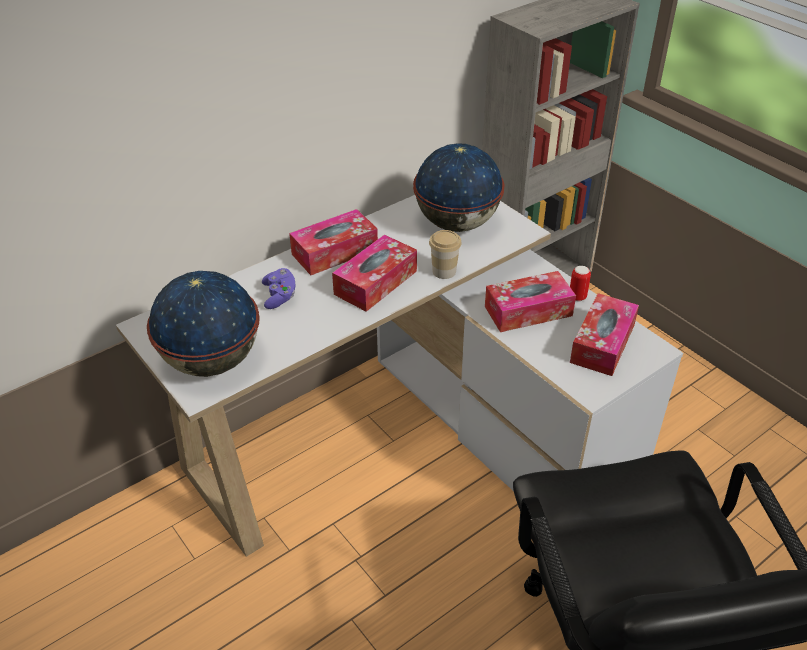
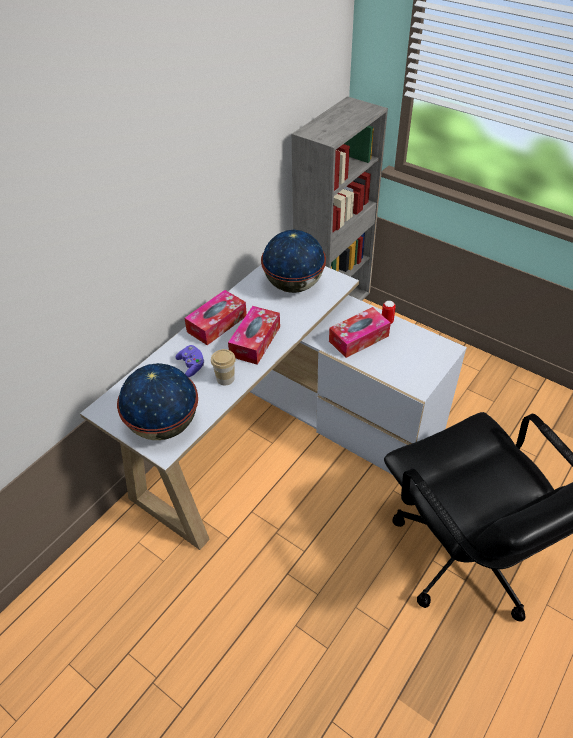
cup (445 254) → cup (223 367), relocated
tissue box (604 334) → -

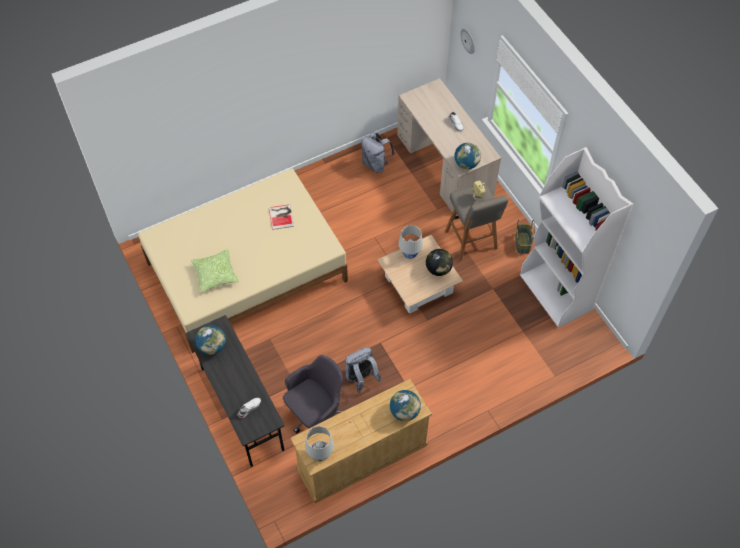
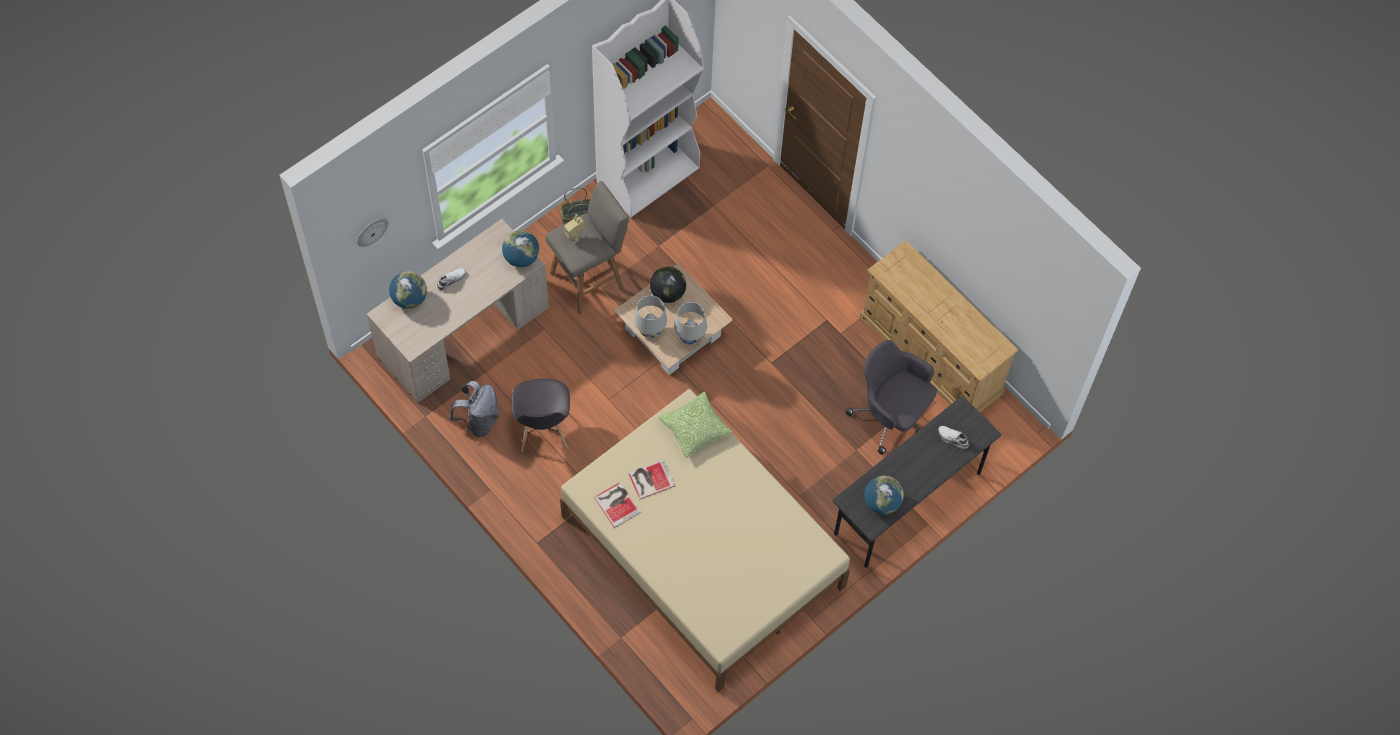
globe (405 405) → globe (408 290), relocated
- → grey chair (540 415)
- → book (617 505)
pillow (215 271) → pillow (695 425), relocated
white table lamp (319 443) → white table lamp (690 323), relocated
grey backpack (363 370) → -

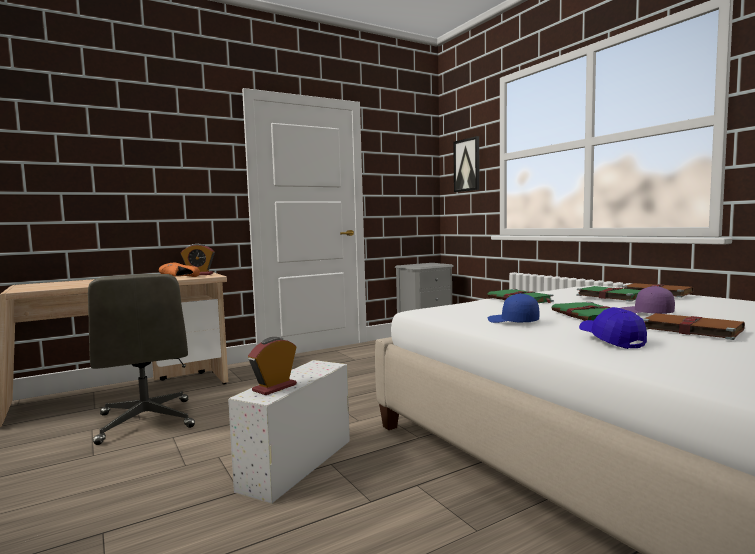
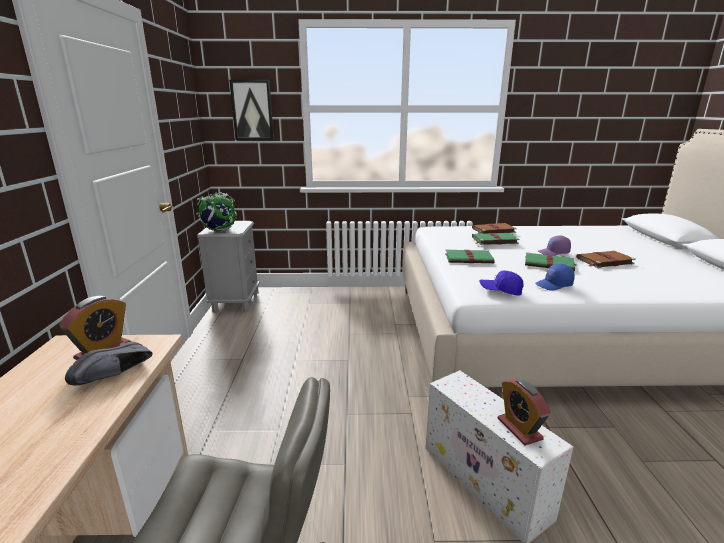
orange shoe (179 270) → black shoe (109 363)
- → globe (216 212)
blue cap (613 328) → blue cap (501 283), relocated

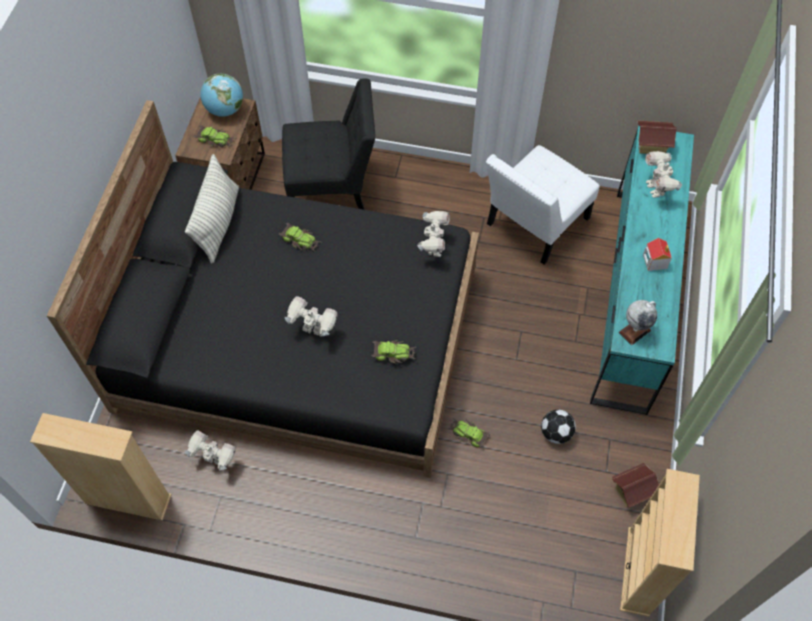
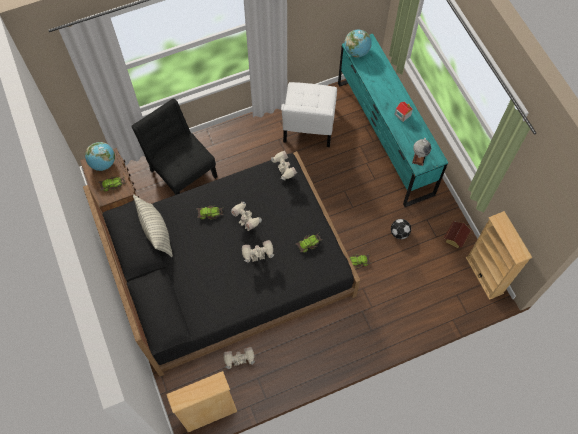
black chair (329 144) → black chair (174 146), 90 degrees counterclockwise
toy robot (663 174) → toy robot (246 216), relocated
toy house (657 137) → globe (358 43)

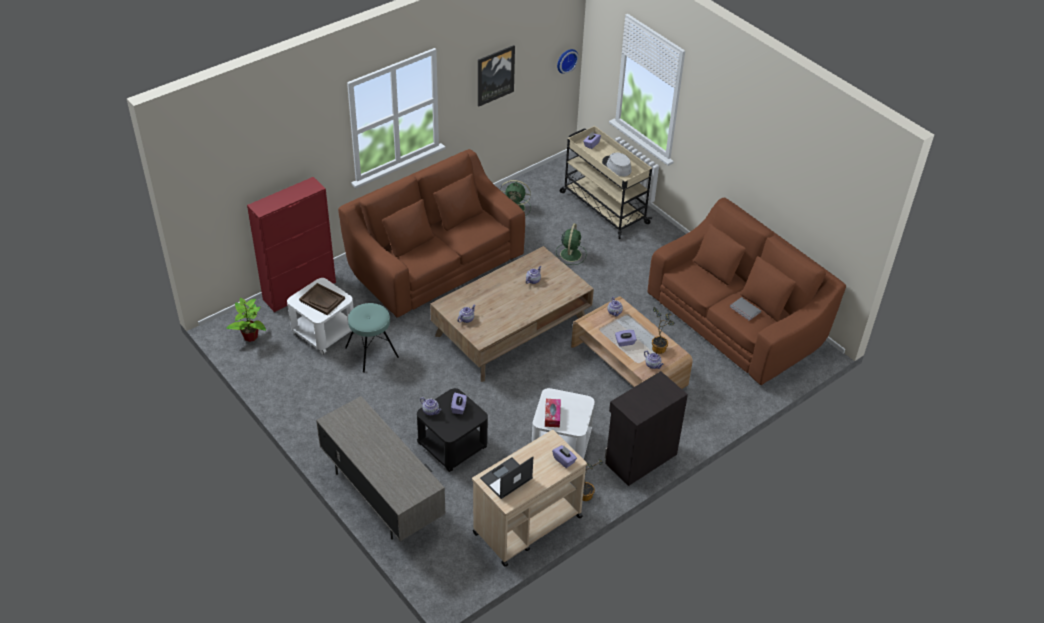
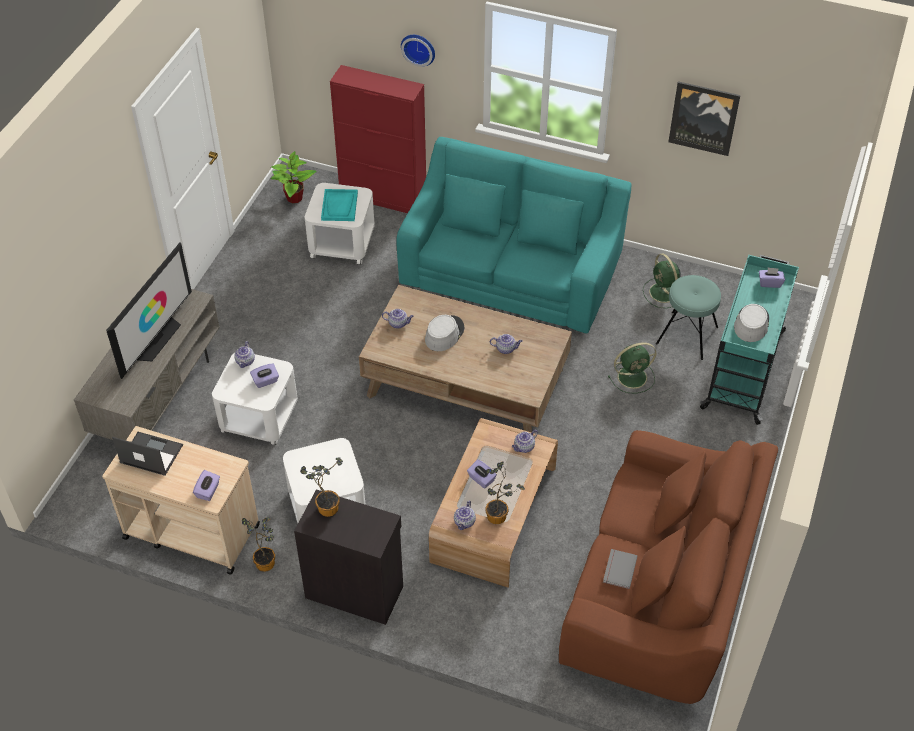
- → television (149 310)
black side table (452 430) → white side table (255 399)
- → potted plant (321 487)
brown tray (322 299) → turquoise tray (339 205)
brown sofa (431 233) → turquoise sofa (514 235)
wall clock (568 61) → wall clock (418 51), relocated
- → grey hat (444 333)
turquoise stool (372 338) → turquoise stool (688 317), relocated
beige cart (606 182) → turquoise cart (749 340)
tissue box (553 413) → -

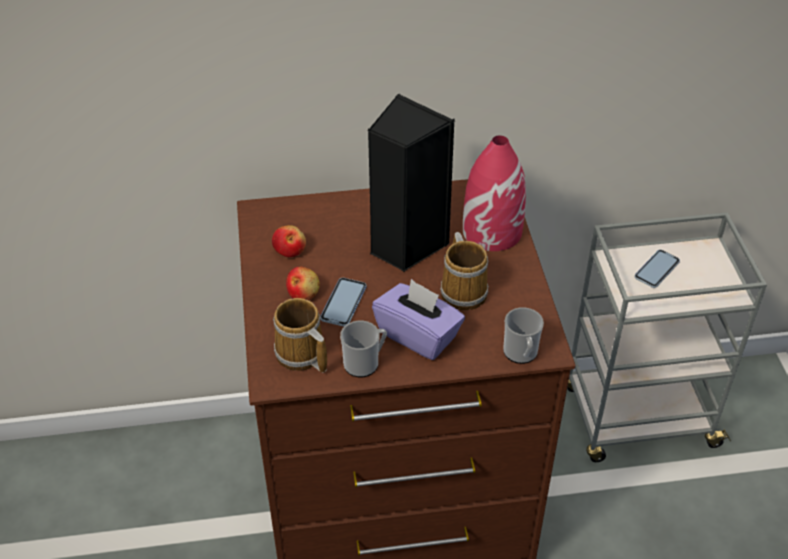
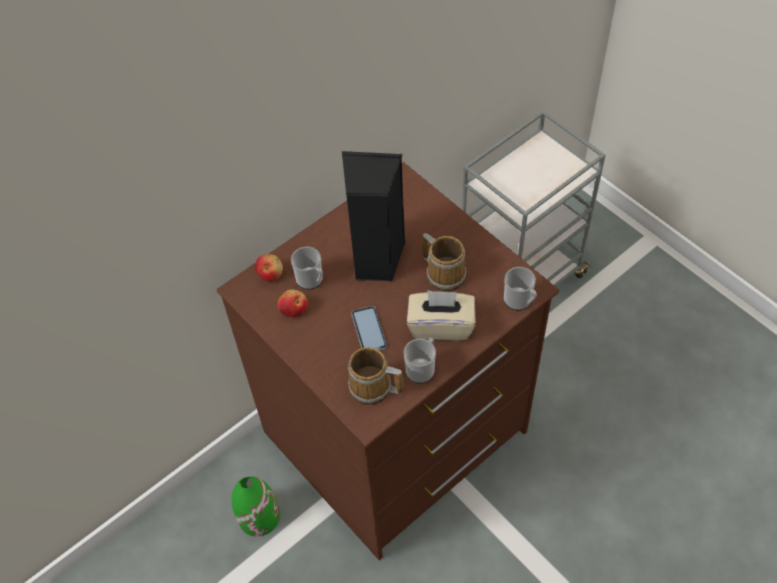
- → green vase (256 507)
apple (303 283) → apple (269 268), relocated
- → mug (307 268)
purple tissue box (418 319) → beige tissue box (441 315)
red vase (494 193) → -
phone (657 269) → -

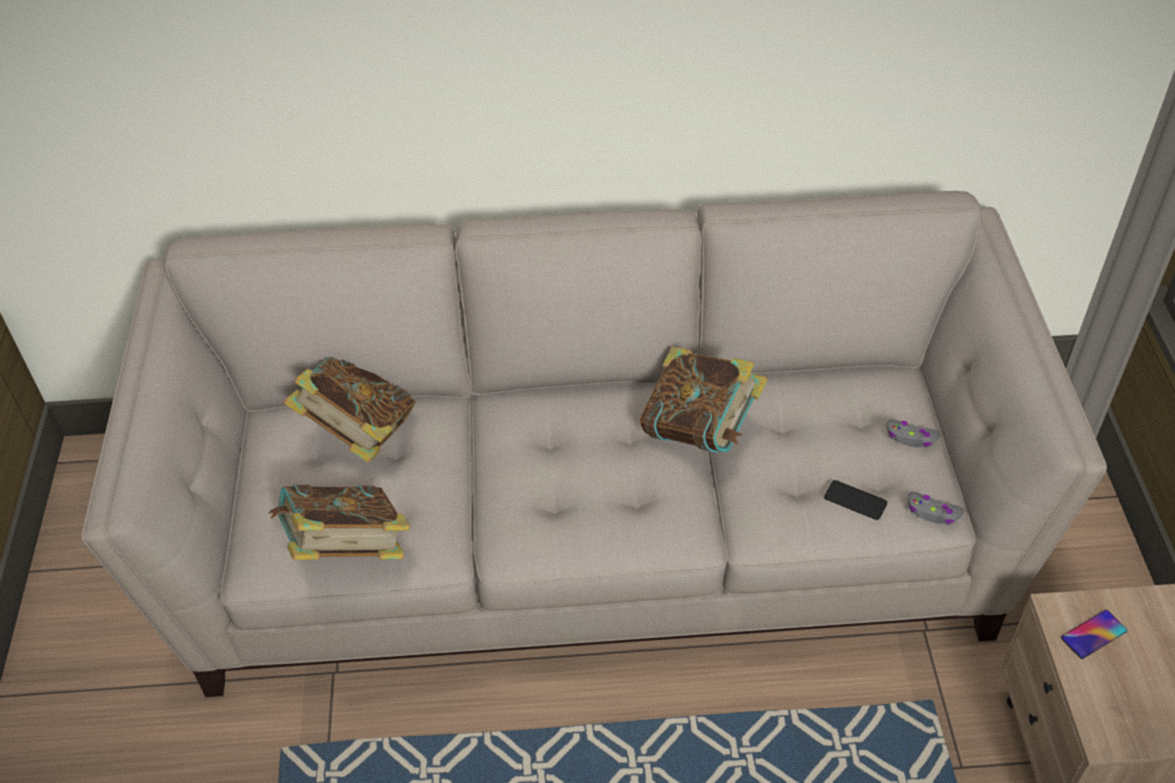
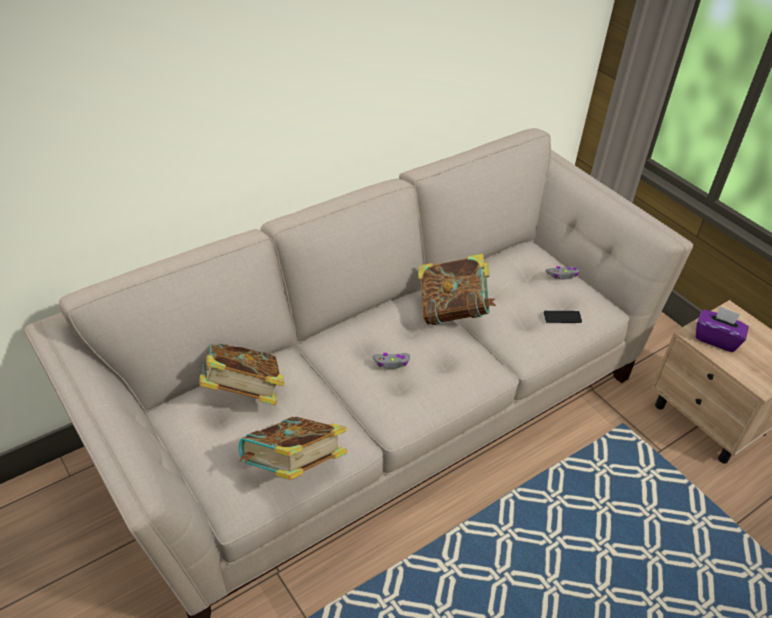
grey game controller (936 508) → grey game controller (391 361), relocated
phone (1094 634) → purple tissue box (722 329)

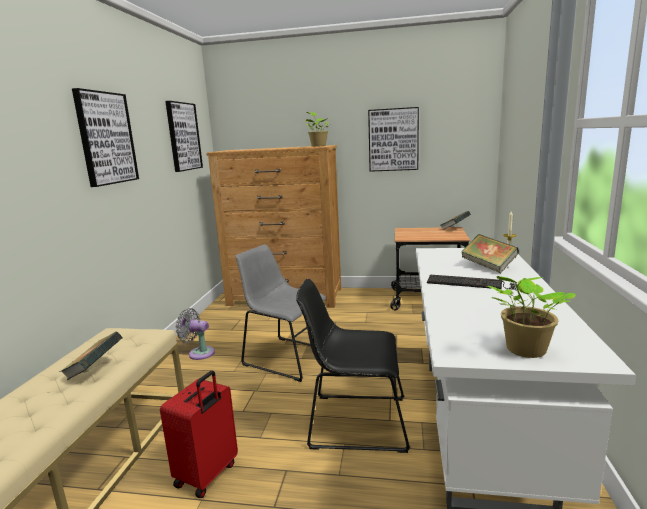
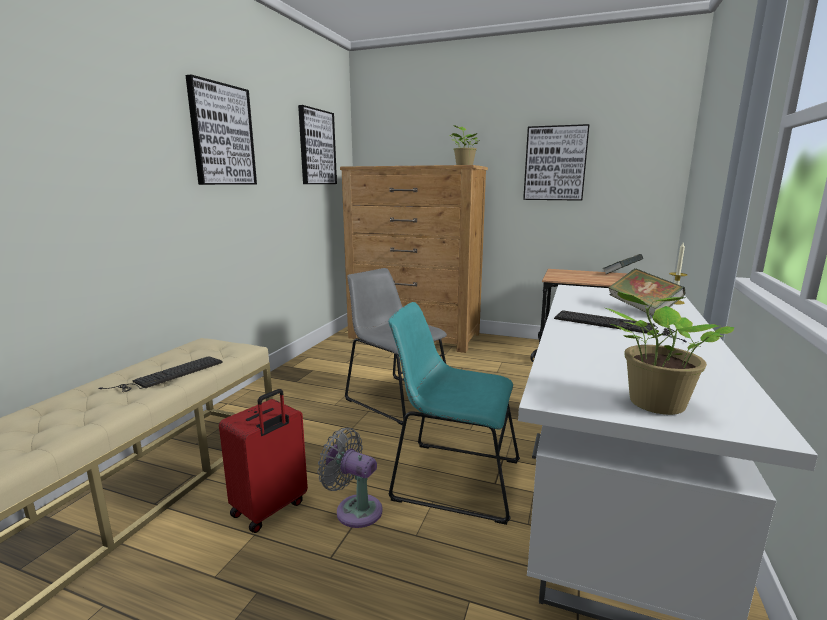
book (91 355) → keyboard (160 374)
grey fan (195 334) → grey fan (350 478), relocated
black chair (353 365) → turquoise chair (454 413)

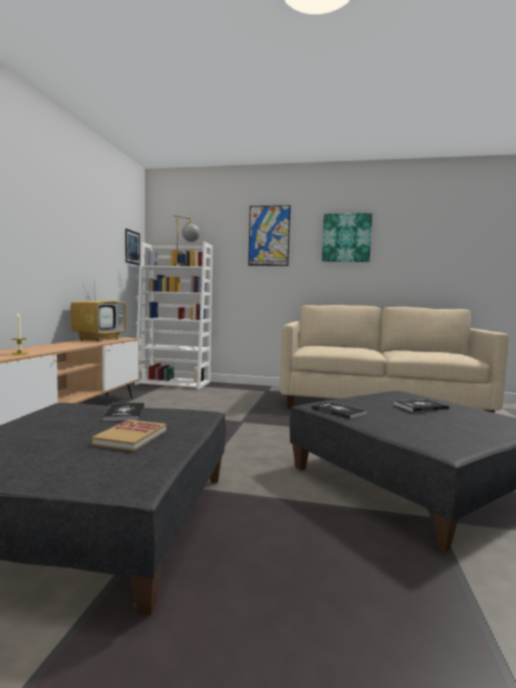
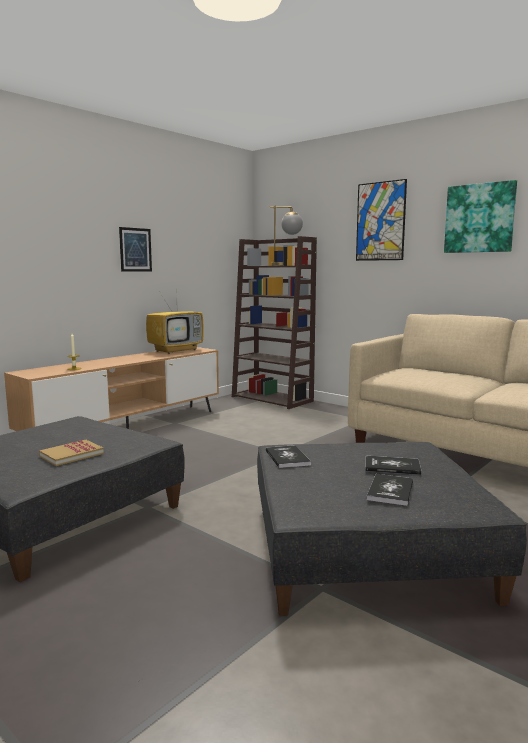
picture (132 246) → picture (135 249), relocated
white bookcase (174 315) → brown bookcase (274 322)
book (124 412) → book (390 490), relocated

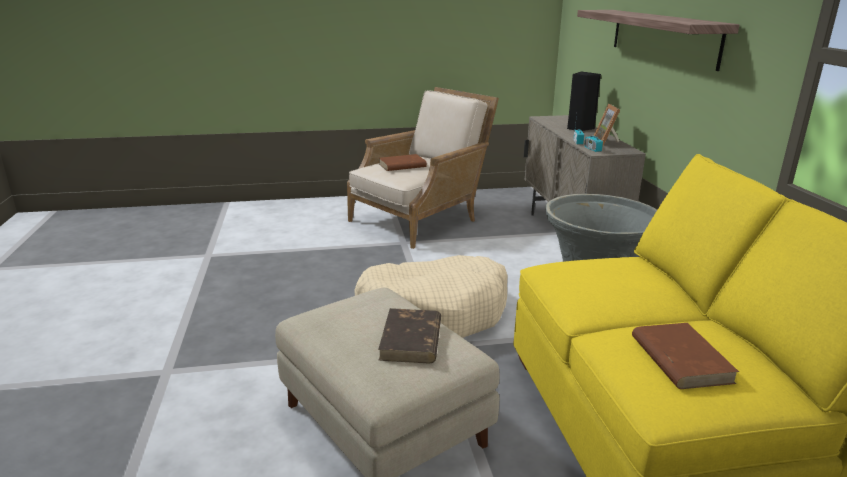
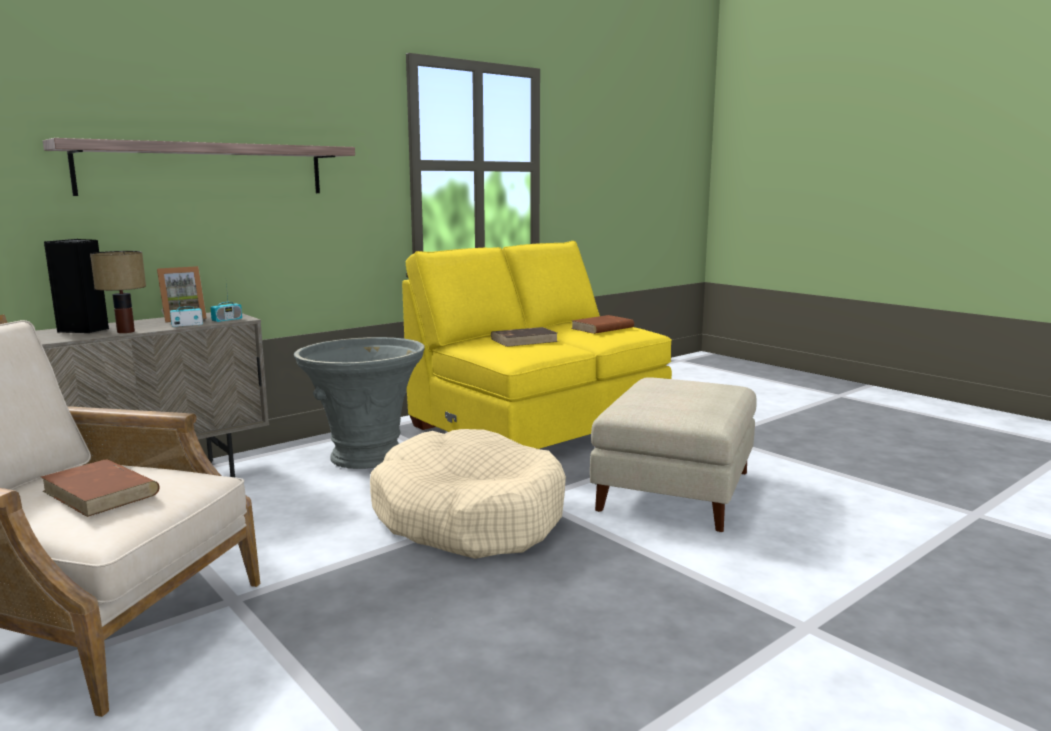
- → table lamp (118 292)
brown book (409 336) → brown book (524 337), relocated

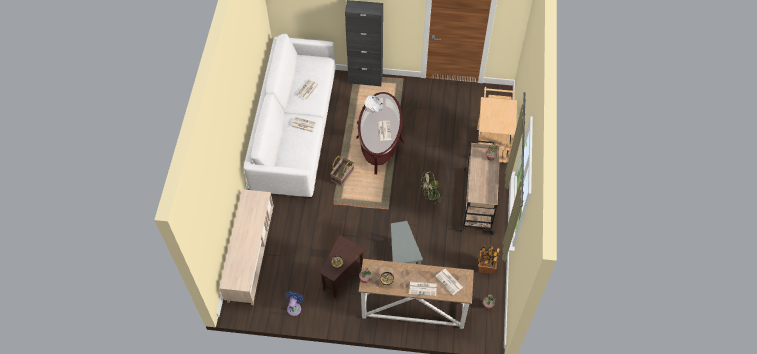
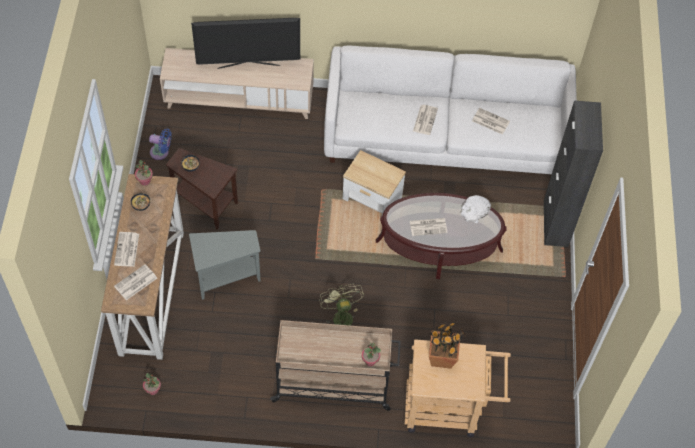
- → television (245 43)
basket (342 171) → side table (374 183)
potted plant (489 259) → potted plant (447 345), relocated

